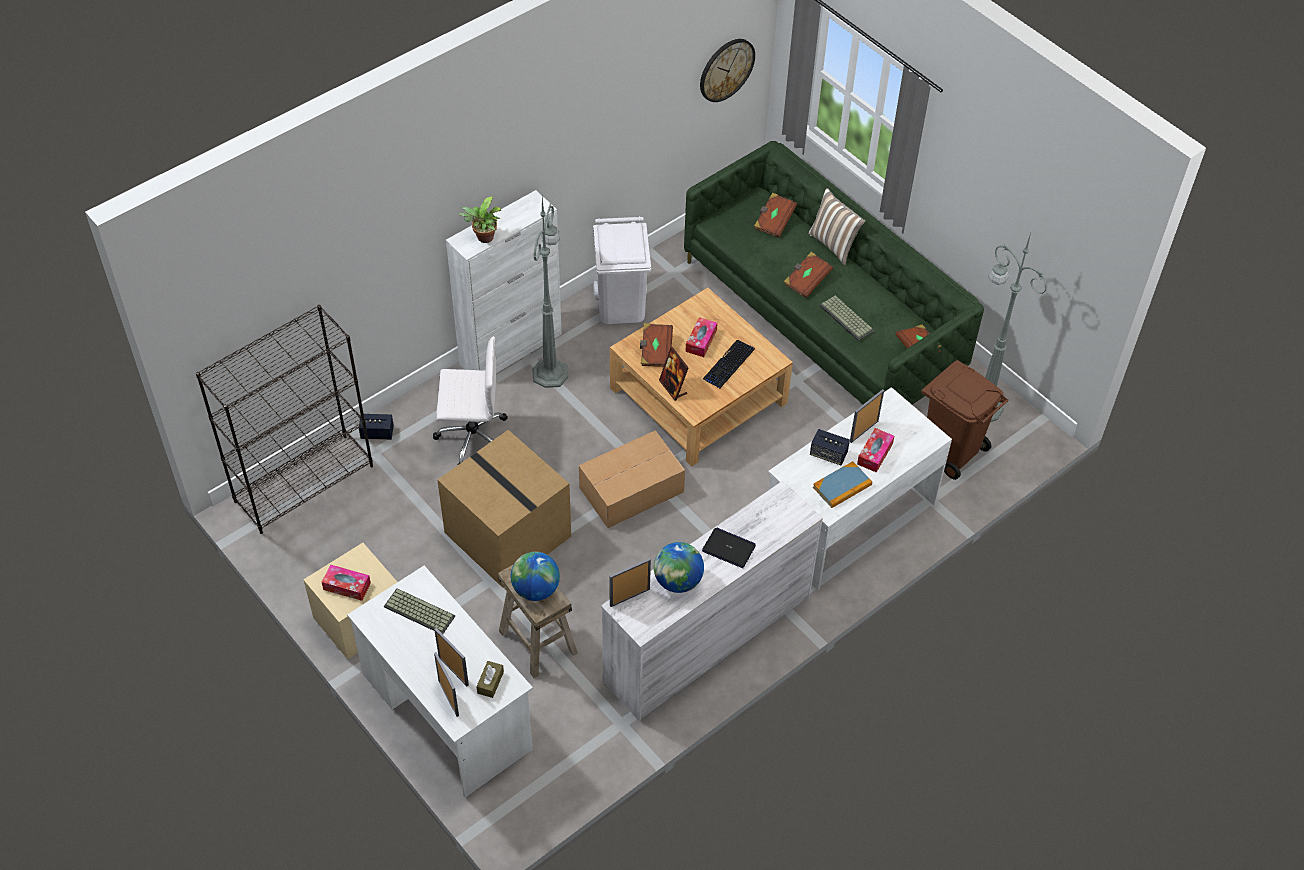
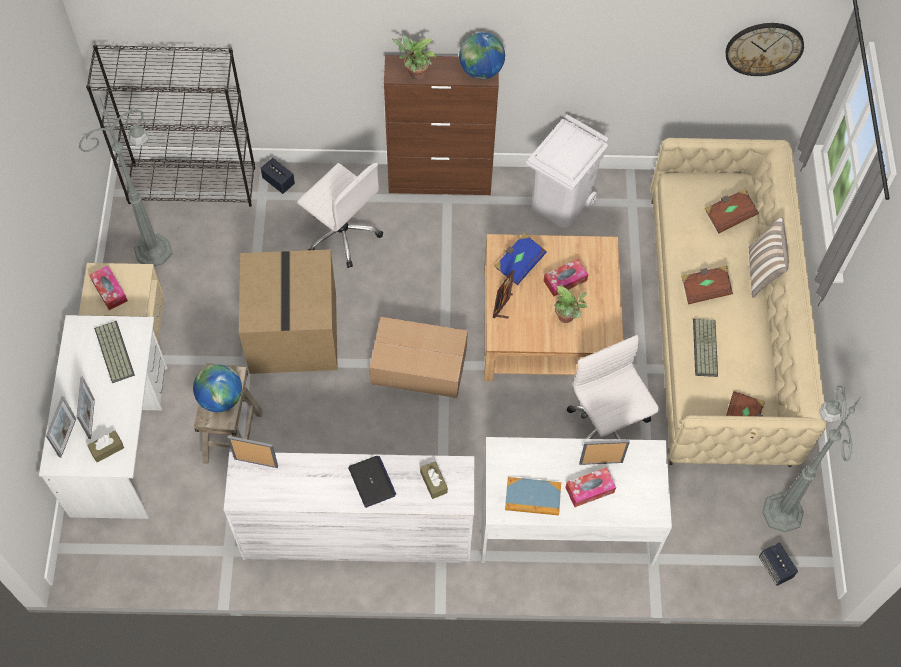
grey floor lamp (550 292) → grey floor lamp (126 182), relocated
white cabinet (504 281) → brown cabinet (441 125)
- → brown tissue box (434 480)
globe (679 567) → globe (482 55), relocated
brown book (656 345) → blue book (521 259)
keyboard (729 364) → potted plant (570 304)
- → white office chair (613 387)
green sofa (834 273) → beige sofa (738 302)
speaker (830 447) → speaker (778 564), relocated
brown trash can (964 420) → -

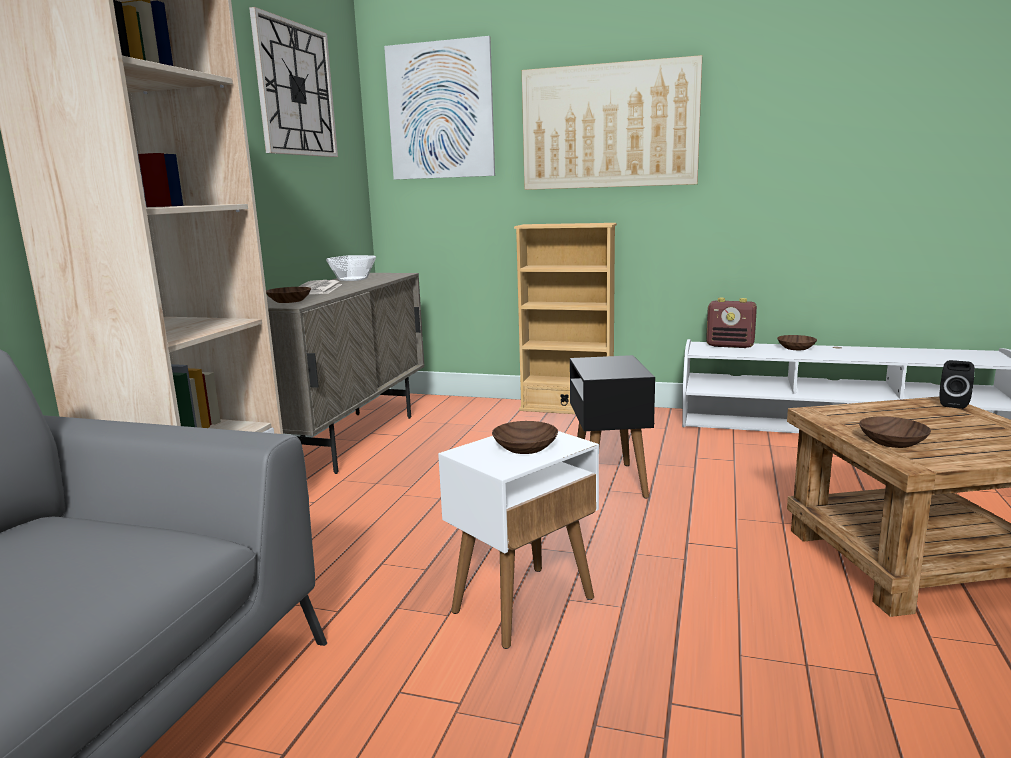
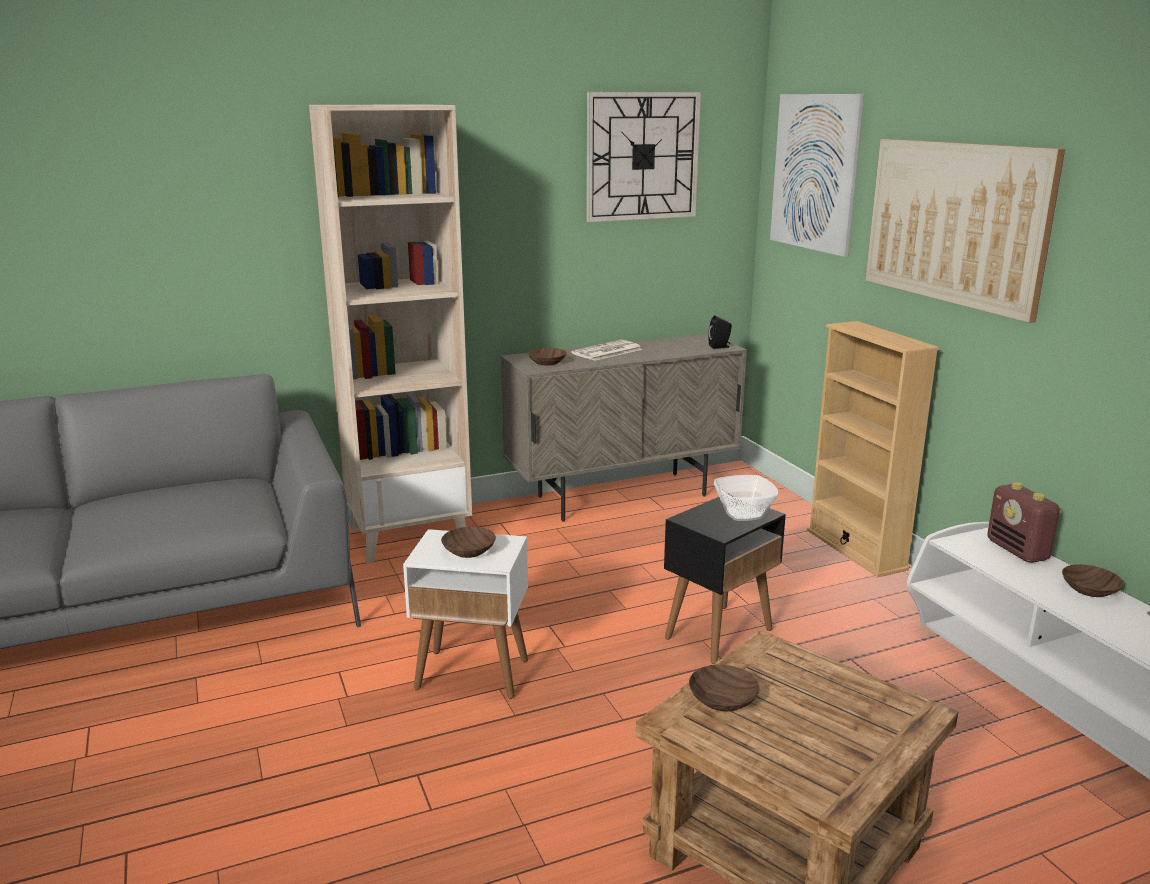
black speaker (957 384) → black speaker (720 332), relocated
bowl (351 268) → bowl (746 498), relocated

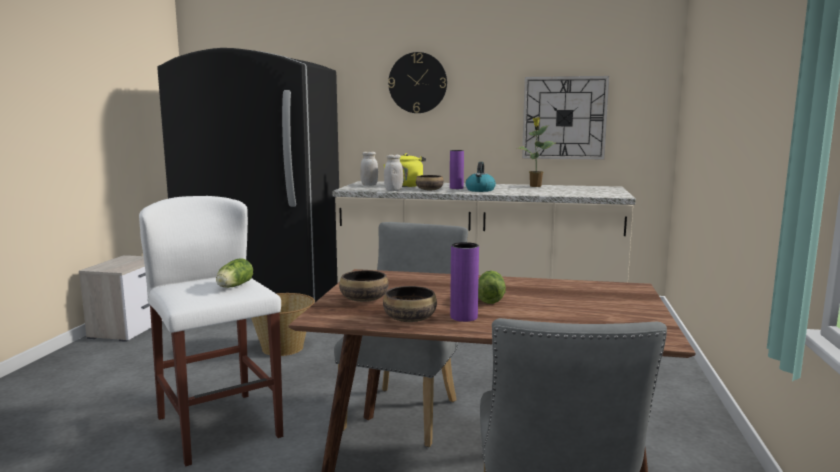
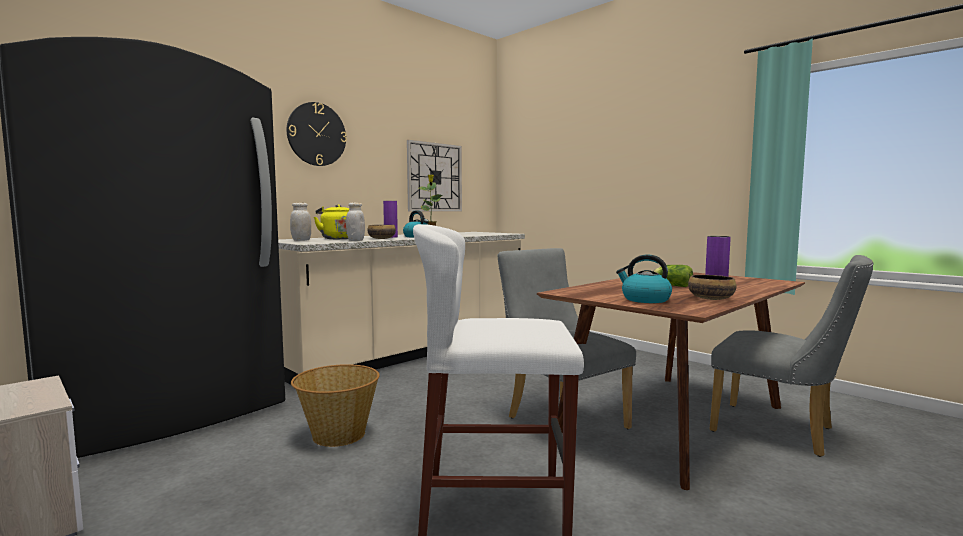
bowl (363 286) → kettle (644 279)
lettuce (234 273) → -

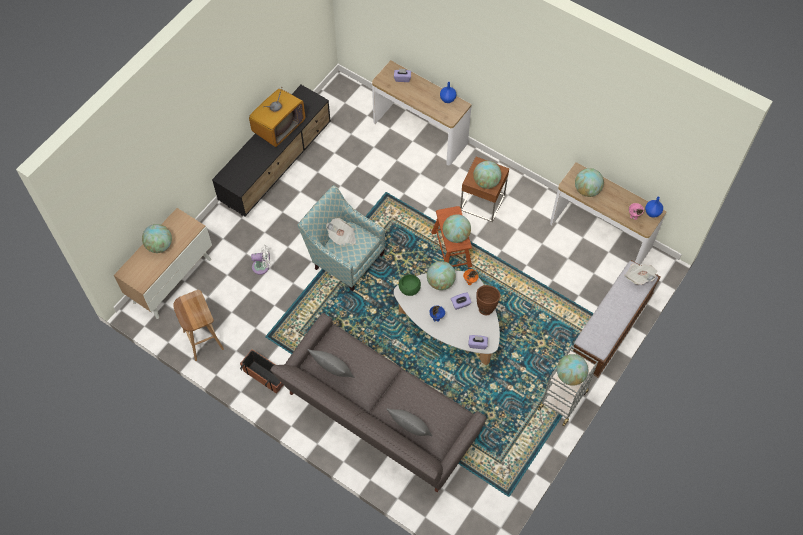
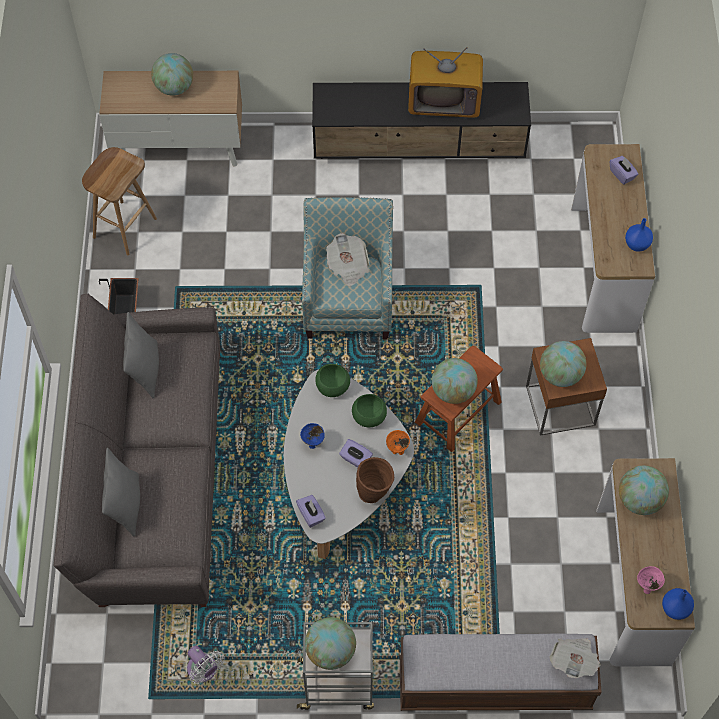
white fan (260 260) → white fan (206 664), relocated
globe (441 275) → green bowl (369 410)

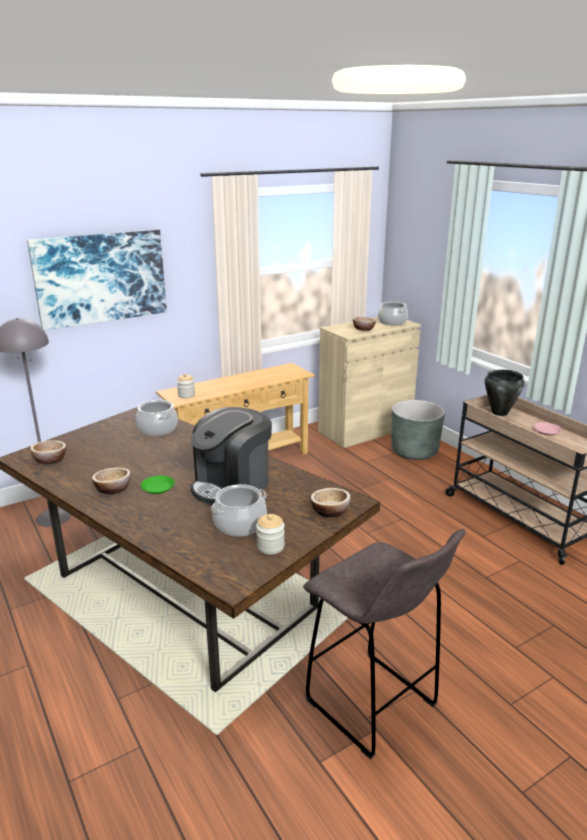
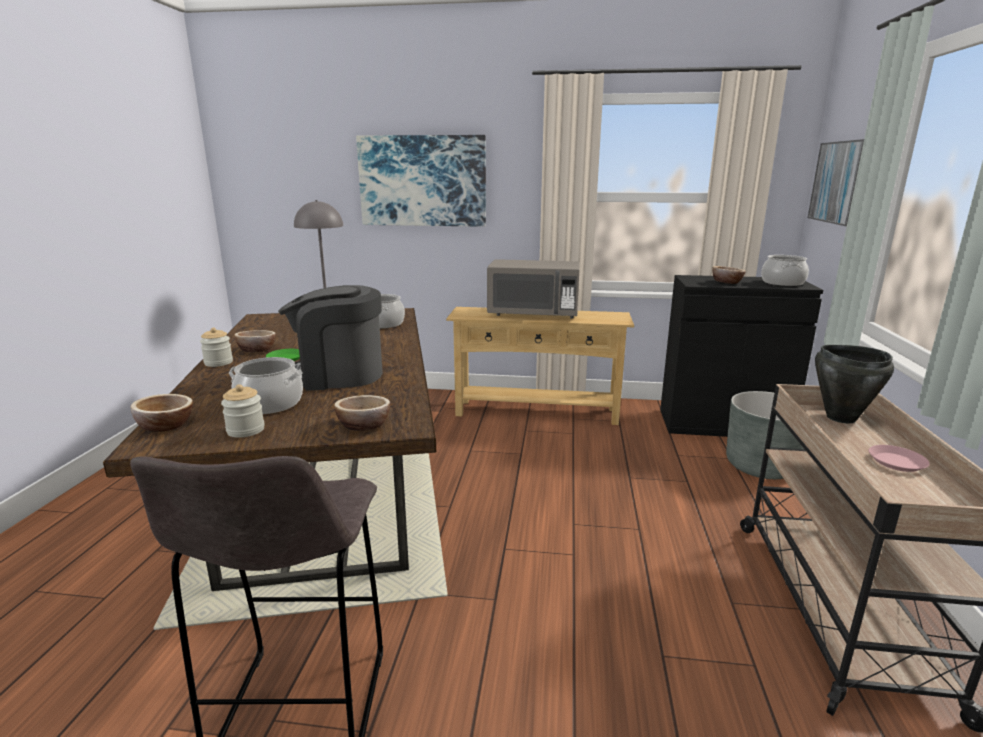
bowl (48 452) → bowl (162 413), relocated
jar (186 385) → jar (216 347), relocated
- → grey microwave (533 289)
beige cabinet (369 382) → black cabinet (741 356)
- → picture (836 182)

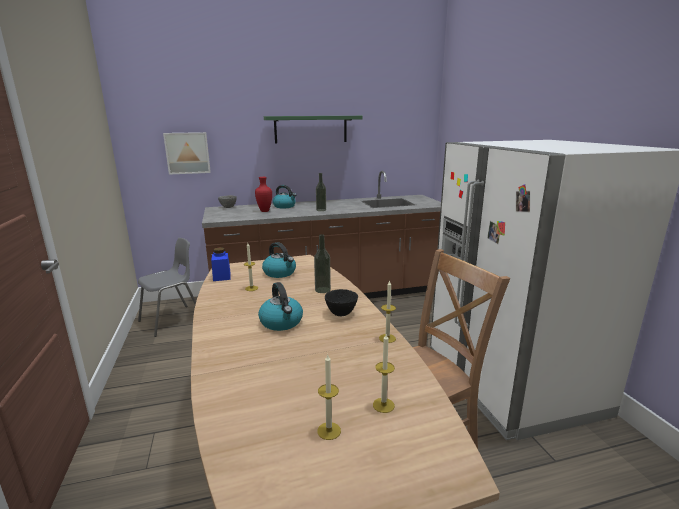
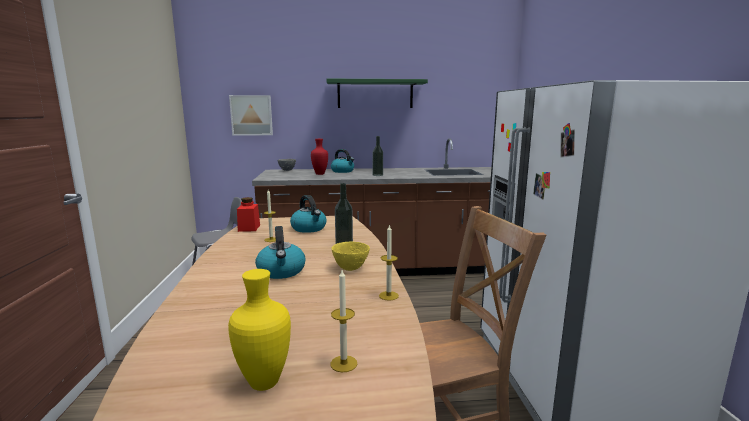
candle (329 397) → yellow vase (259 330)
blue jar (221 264) → red jar (248 214)
black bowl (341 302) → yellow bowl (351 256)

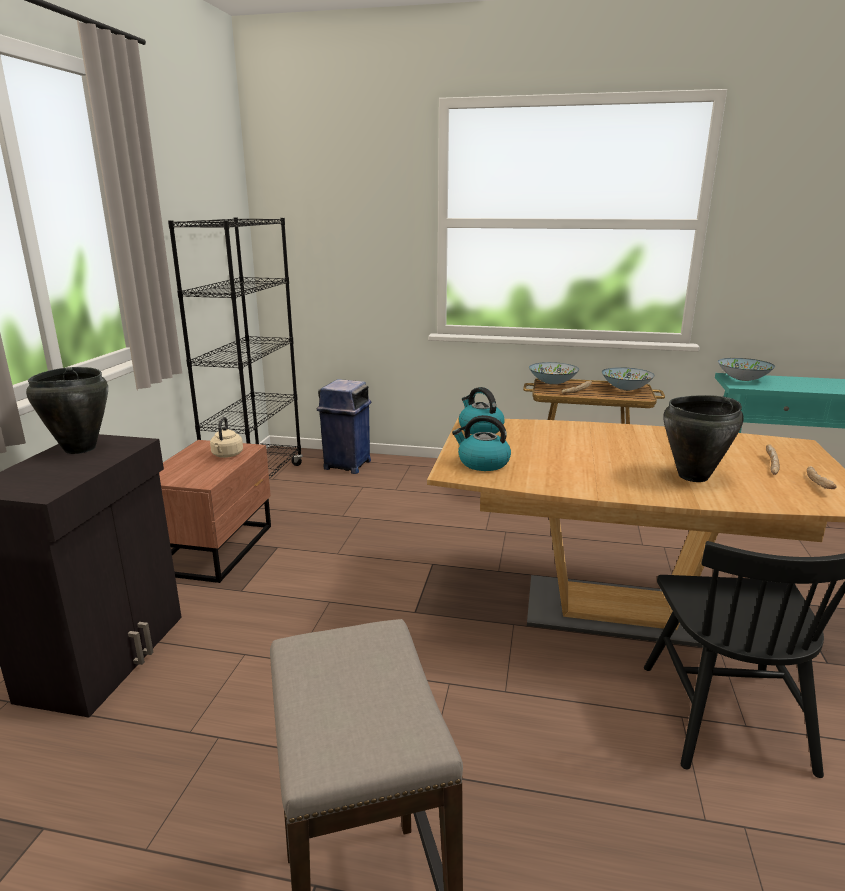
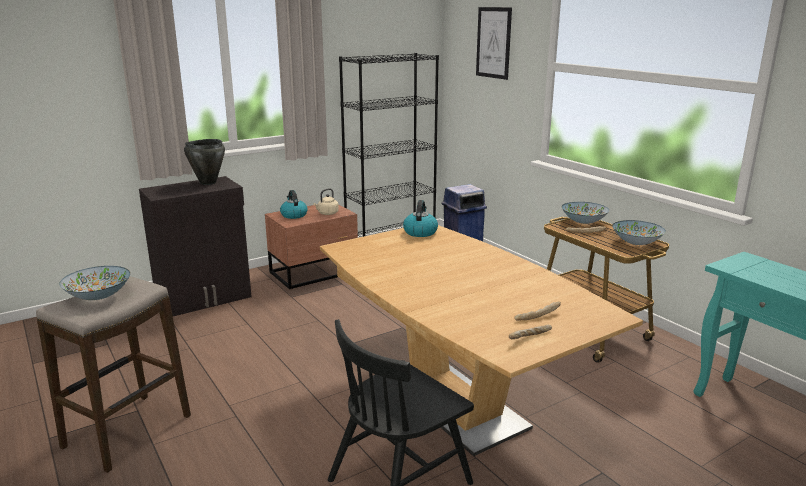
bowl (746 369) → bowl (94 283), relocated
kettle (481 443) → kettle (294 204), relocated
- → picture (494 43)
black cooking pot (703 438) → -

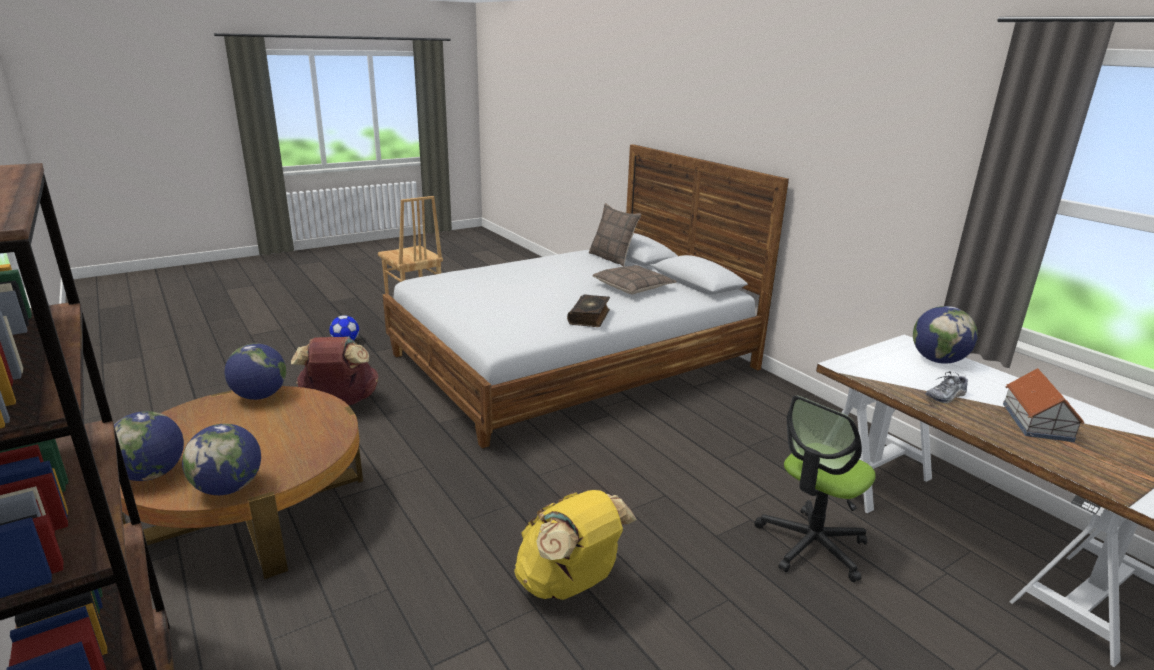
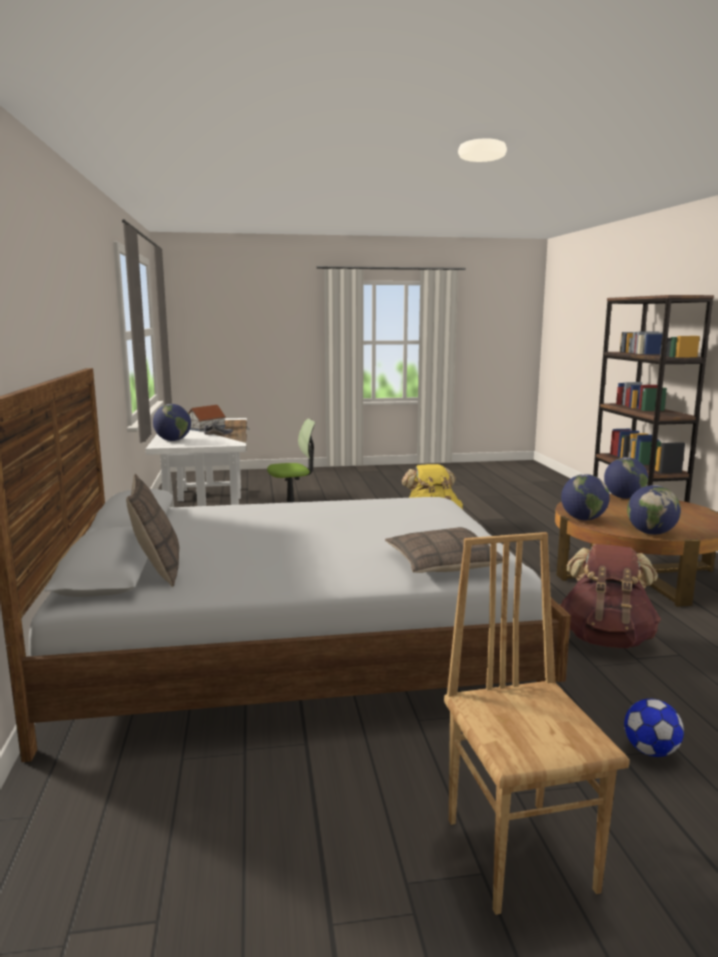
pillow (634 279) → pillow (444 550), relocated
globe (149 446) → globe (585 497), relocated
book (588 310) → -

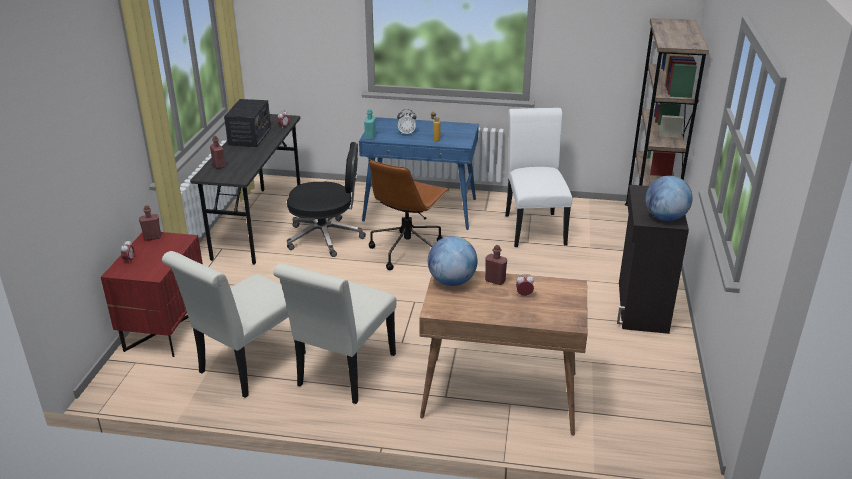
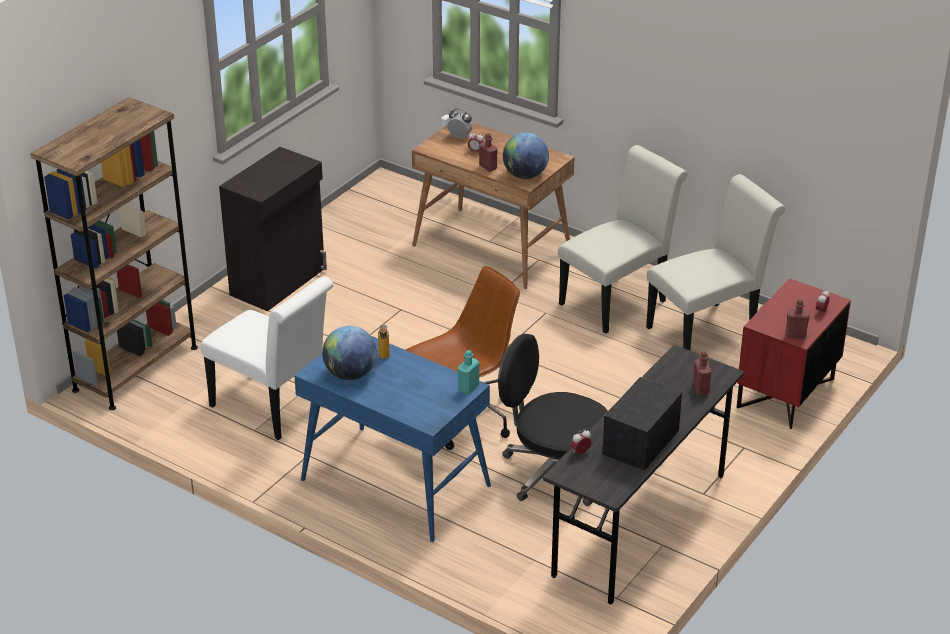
white chair (538 177) → white chair (267 358), 75 degrees counterclockwise
globe (669 198) → globe (349 353), relocated
alarm clock (407 122) → alarm clock (460 123), relocated

